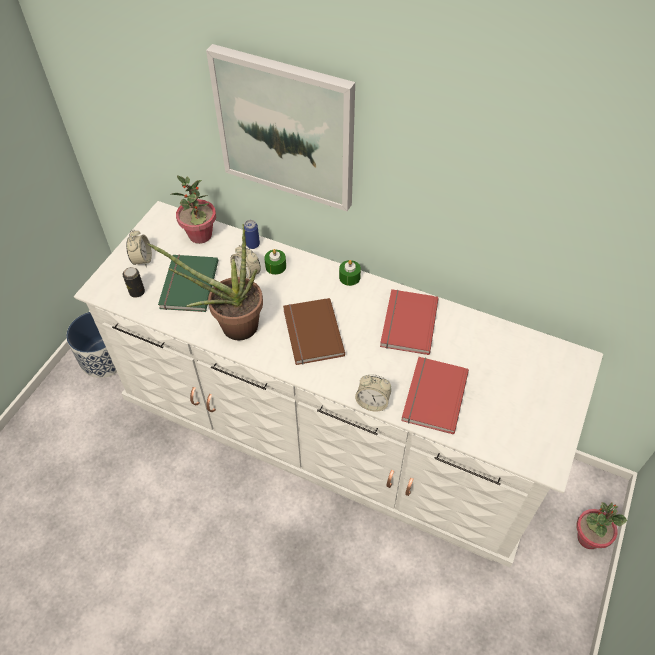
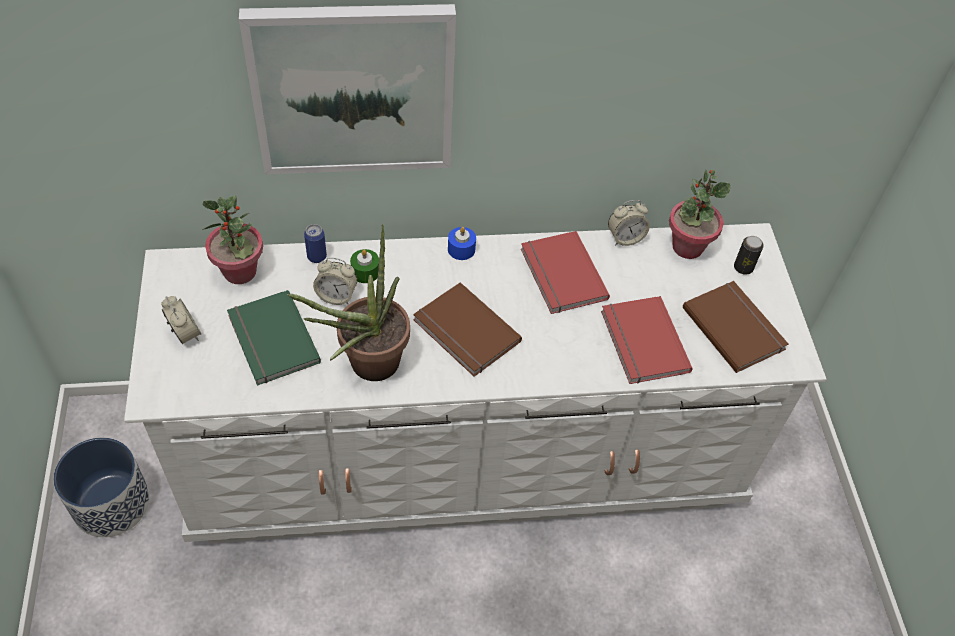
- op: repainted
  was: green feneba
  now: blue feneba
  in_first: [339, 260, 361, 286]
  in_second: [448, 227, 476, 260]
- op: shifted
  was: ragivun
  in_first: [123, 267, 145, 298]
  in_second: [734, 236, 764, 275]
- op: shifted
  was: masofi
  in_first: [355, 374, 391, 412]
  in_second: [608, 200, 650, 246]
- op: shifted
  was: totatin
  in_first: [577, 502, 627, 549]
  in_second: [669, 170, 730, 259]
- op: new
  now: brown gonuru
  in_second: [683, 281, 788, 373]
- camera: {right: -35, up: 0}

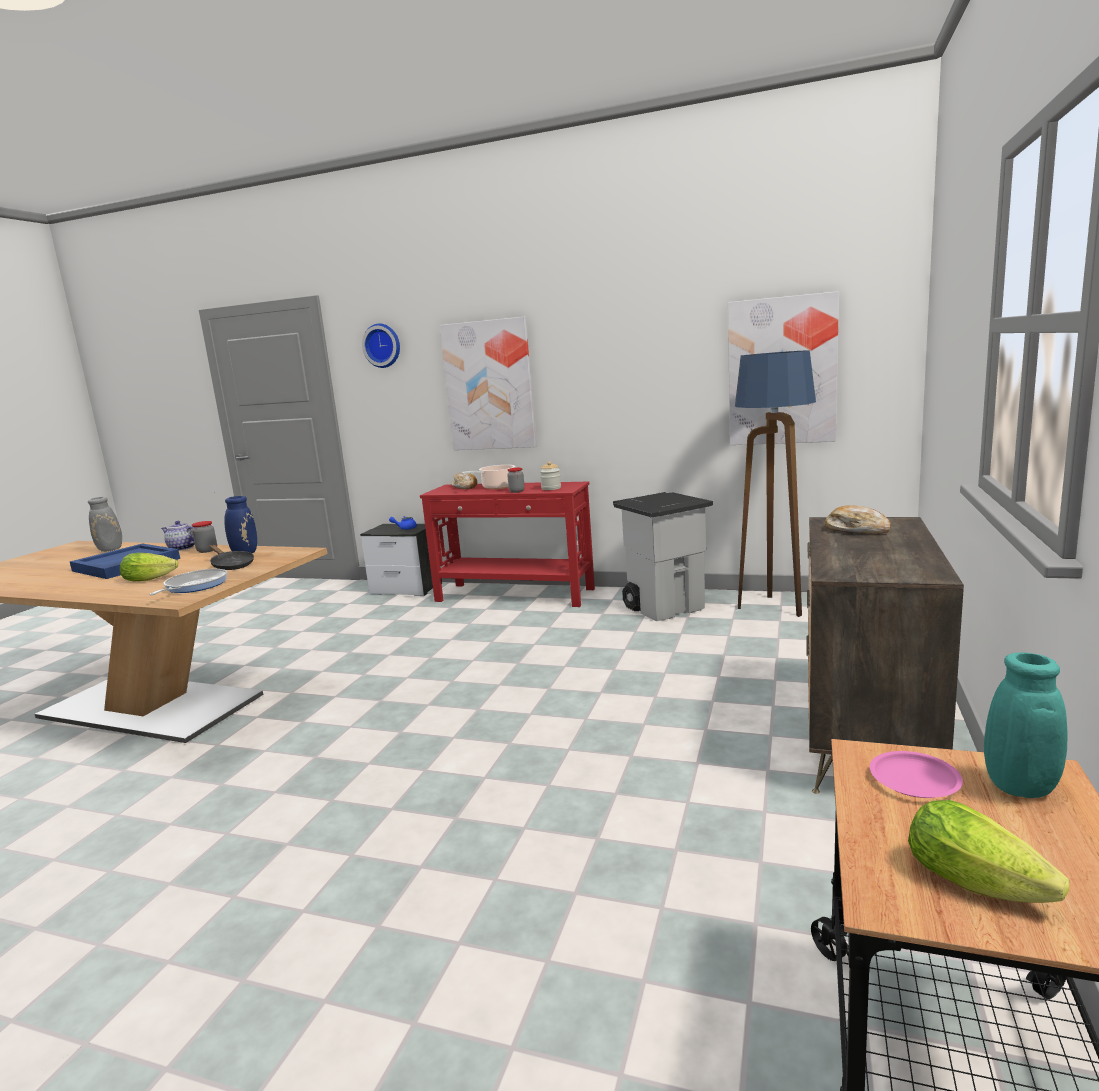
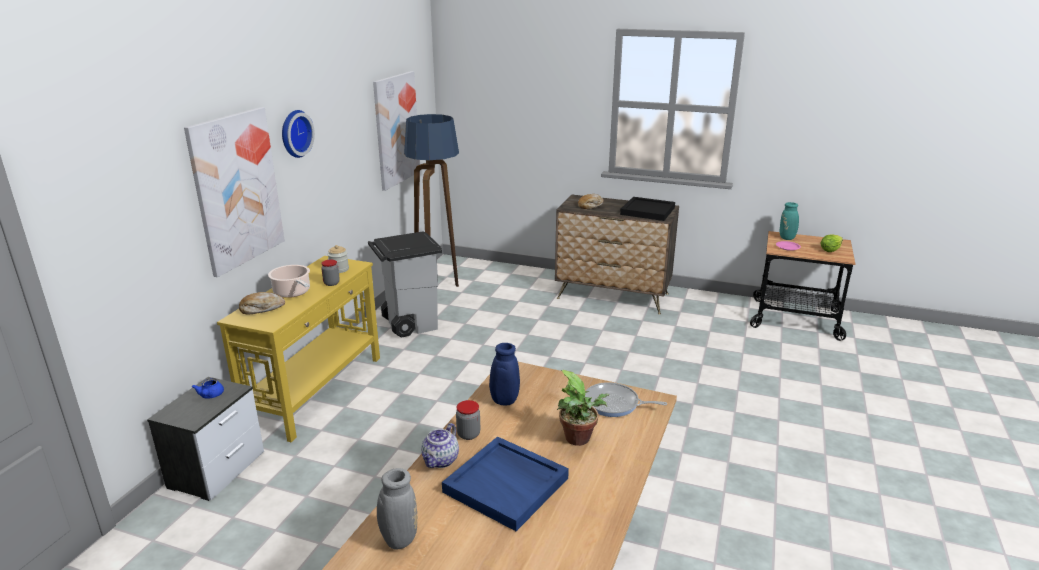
- op: shifted
  was: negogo
  in_first: [362, 324, 400, 368]
  in_second: [282, 110, 315, 158]
- op: repainted
  was: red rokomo
  now: yellow rokomo
  in_first: [420, 482, 595, 607]
  in_second: [217, 256, 380, 442]
- op: gone
  was: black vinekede
  in_first: [209, 544, 254, 570]
- op: swapped
  was: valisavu
  now: totatin
  in_first: [120, 553, 178, 581]
  in_second: [557, 370, 609, 446]
- op: new
  now: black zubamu
  in_second: [620, 197, 675, 221]
- camera: {right: -90, up: 10}

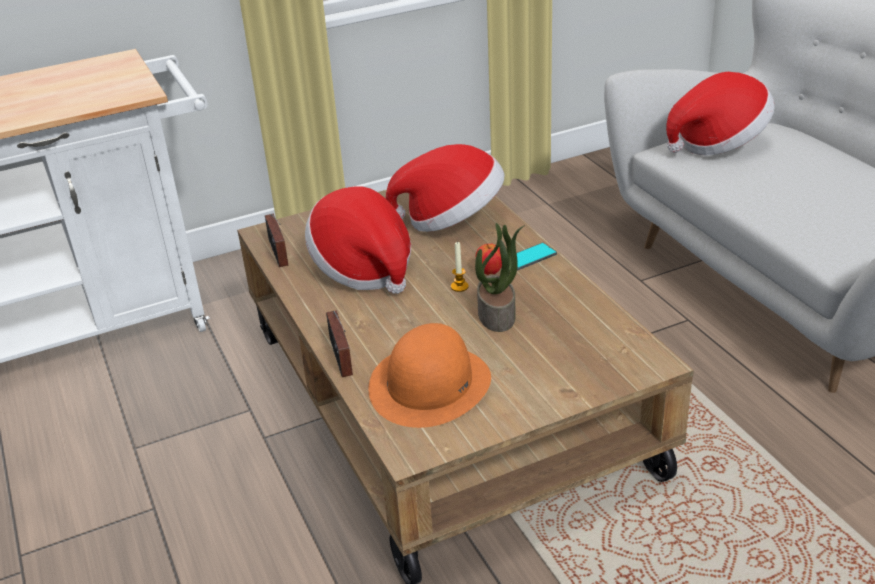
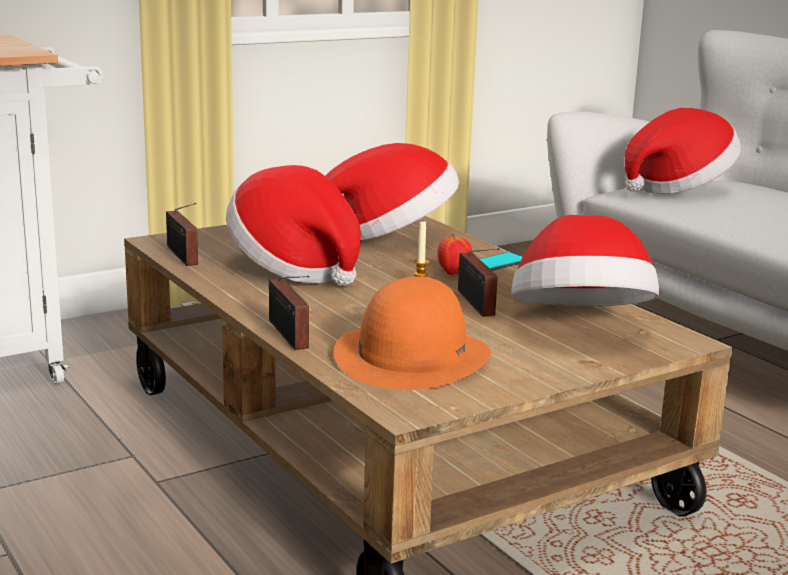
- op: swapped
  was: totatin
  now: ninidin
  in_first: [475, 223, 525, 332]
  in_second: [458, 248, 500, 317]
- op: new
  now: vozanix
  in_second: [511, 215, 659, 306]
- camera: {right: -10, up: -15}

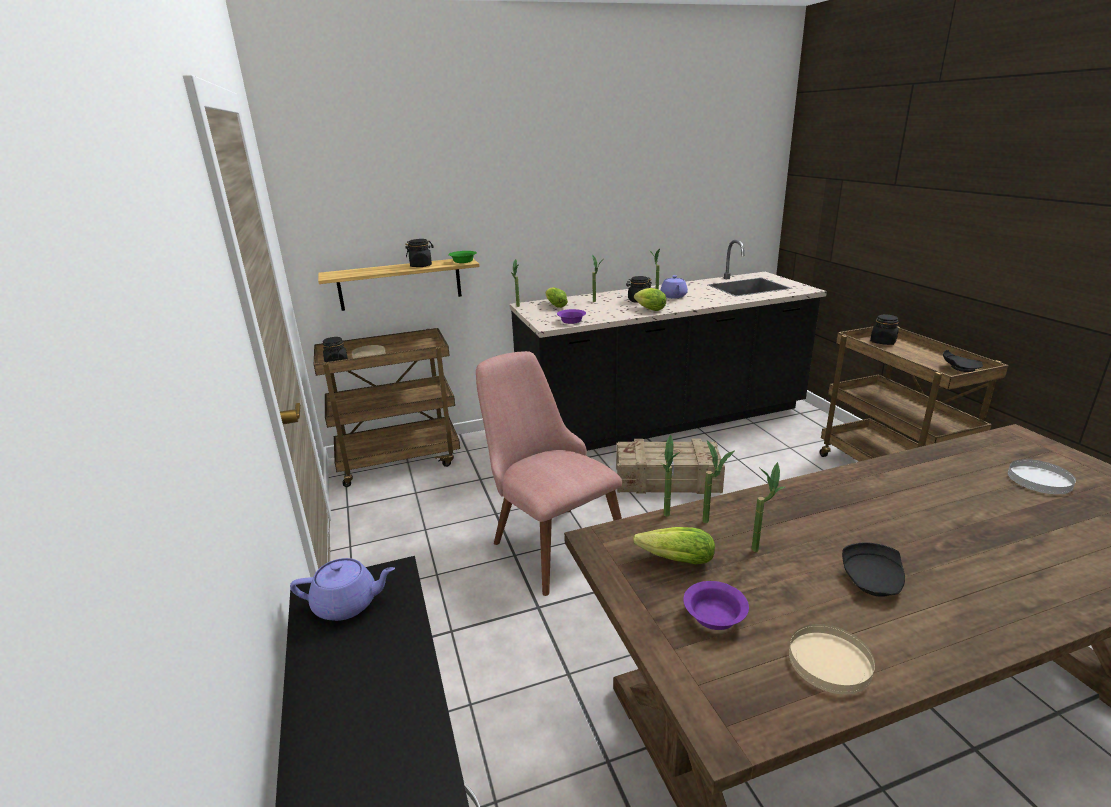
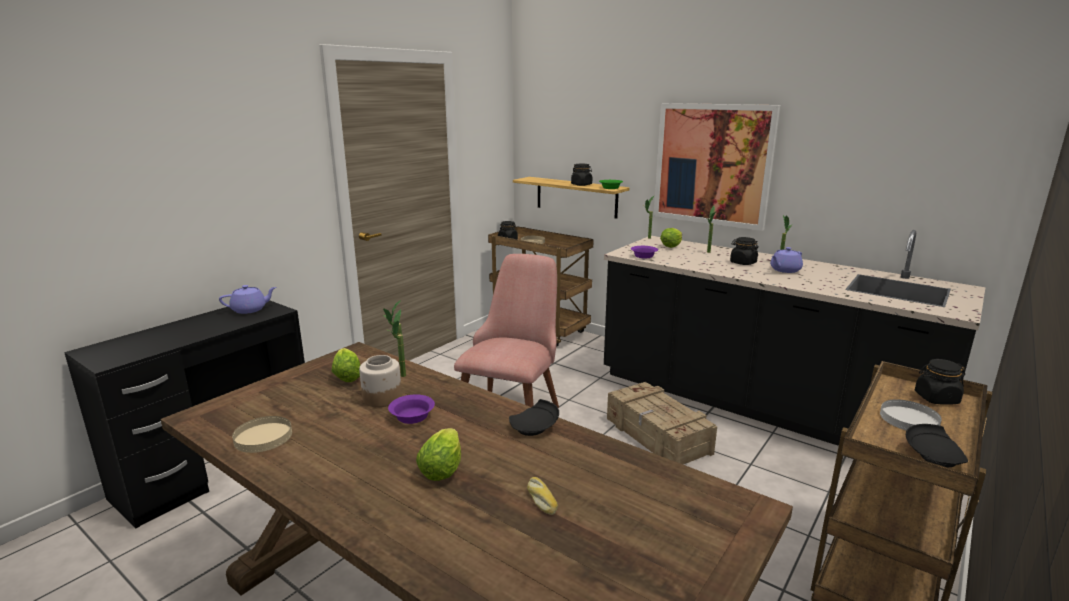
- op: shifted
  was: valisavu
  in_first: [634, 288, 666, 311]
  in_second: [416, 428, 461, 481]
- op: shifted
  was: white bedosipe
  in_first: [1008, 459, 1076, 494]
  in_second: [880, 399, 942, 431]
- op: swapped
  was: totatin
  now: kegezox
  in_first: [752, 462, 785, 552]
  in_second: [359, 355, 402, 407]
- op: shifted
  was: black bedosipe
  in_first: [842, 543, 905, 597]
  in_second: [509, 399, 559, 436]
- op: rotated
  was: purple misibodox
  in_first: [290, 558, 395, 621]
  in_second: [219, 285, 276, 314]
  clockwise: -75
- op: shifted
  was: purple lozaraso
  in_first: [683, 581, 749, 630]
  in_second: [388, 395, 435, 424]
- op: new
  now: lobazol
  in_second: [654, 103, 780, 231]
- op: new
  now: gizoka
  in_second: [527, 477, 558, 515]
- camera: {right: 55, up: -5}

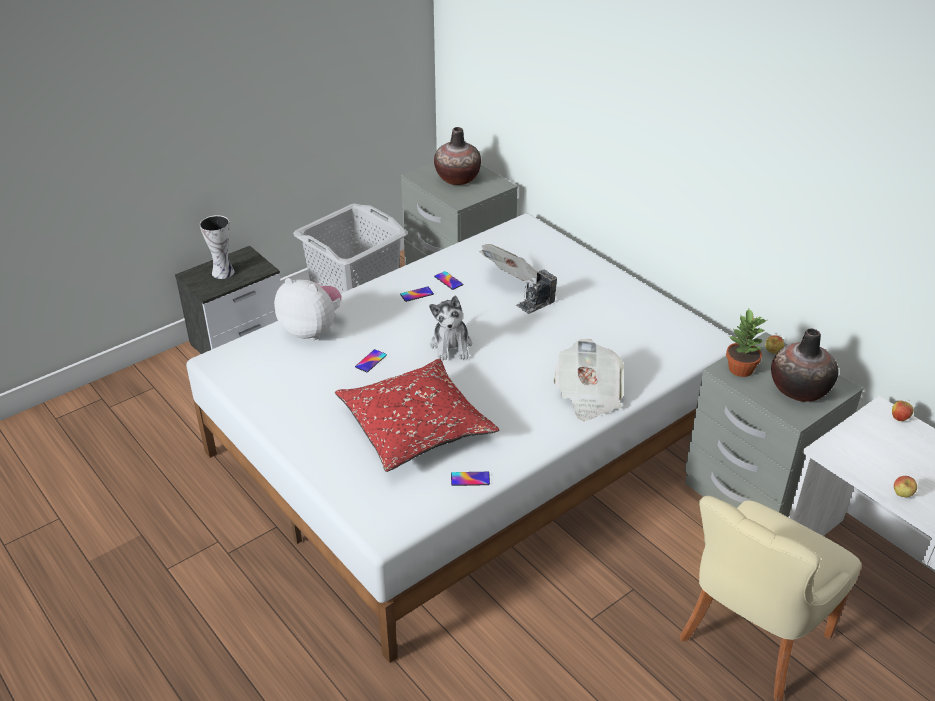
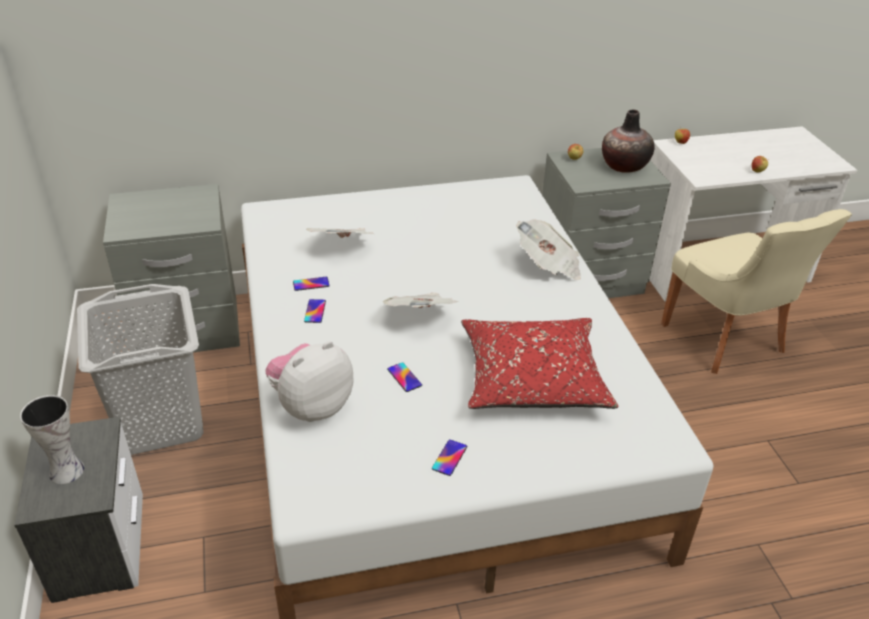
- op: gone
  was: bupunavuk
  in_first: [434, 127, 481, 185]
- op: gone
  was: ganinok
  in_first: [515, 270, 557, 314]
- op: swapped
  was: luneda
  now: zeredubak
  in_first: [429, 296, 472, 361]
  in_second: [382, 293, 458, 308]
- op: gone
  was: totatin
  in_first: [726, 308, 767, 377]
- op: shifted
  was: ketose
  in_first: [451, 472, 490, 486]
  in_second: [432, 440, 467, 476]
- camera: {right: -65, up: 0}

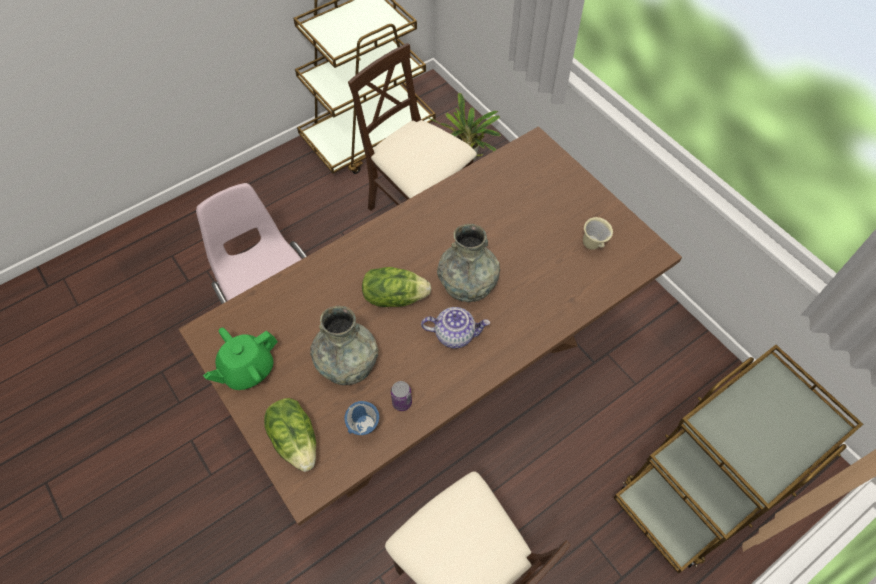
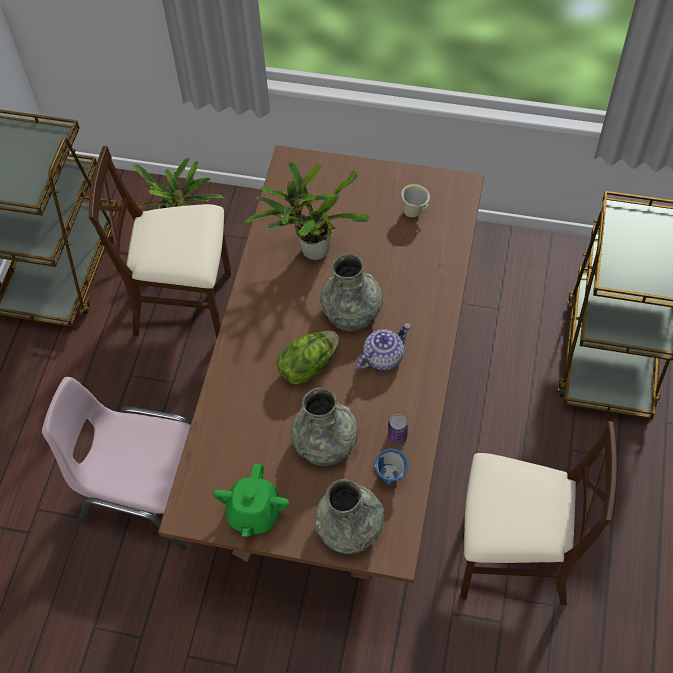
- op: swapped
  was: valisavu
  now: grey bupunavuk
  in_first: [264, 398, 316, 472]
  in_second: [314, 479, 384, 554]
- op: new
  now: totatin
  in_second: [244, 161, 370, 260]
- camera: {right: -40, up: 0}

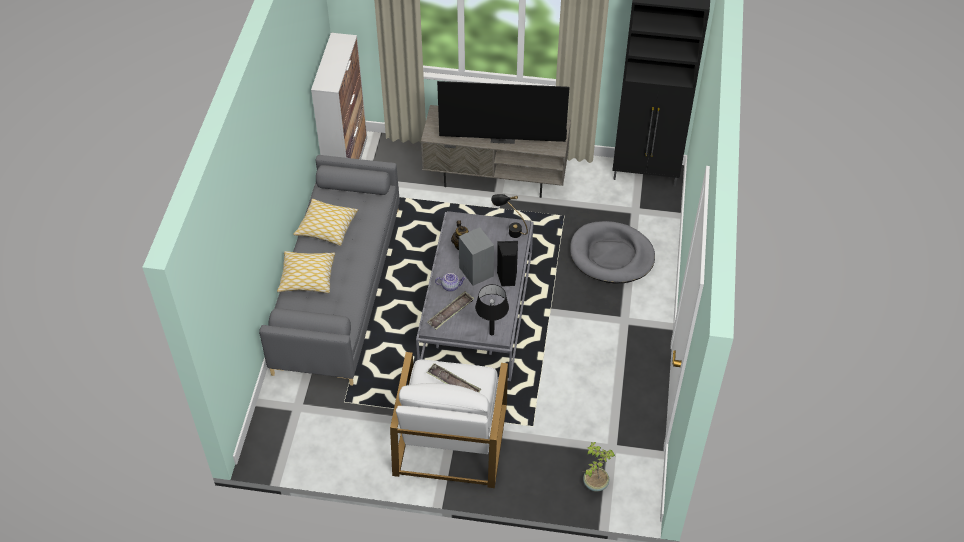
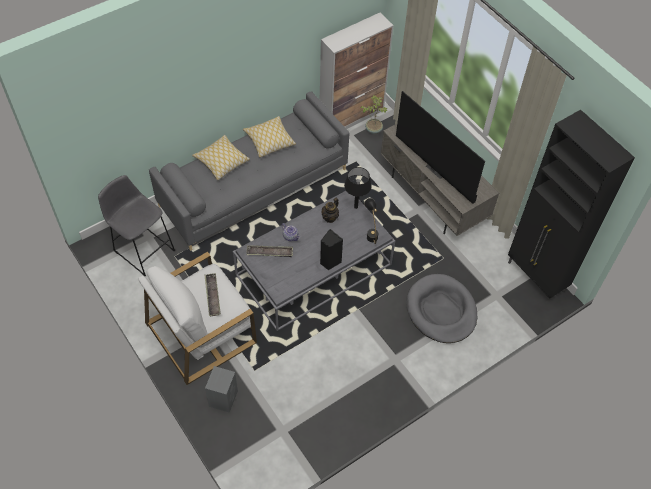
- op: shifted
  was: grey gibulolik
  in_first: [459, 227, 494, 286]
  in_second: [205, 366, 238, 413]
- op: shifted
  was: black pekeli
  in_first: [475, 284, 509, 335]
  in_second: [344, 167, 371, 209]
- op: shifted
  was: totatin
  in_first: [583, 442, 615, 492]
  in_second: [361, 95, 388, 134]
- op: new
  now: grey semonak
  in_second: [98, 175, 175, 276]
- camera: {right: 45, up: 5}

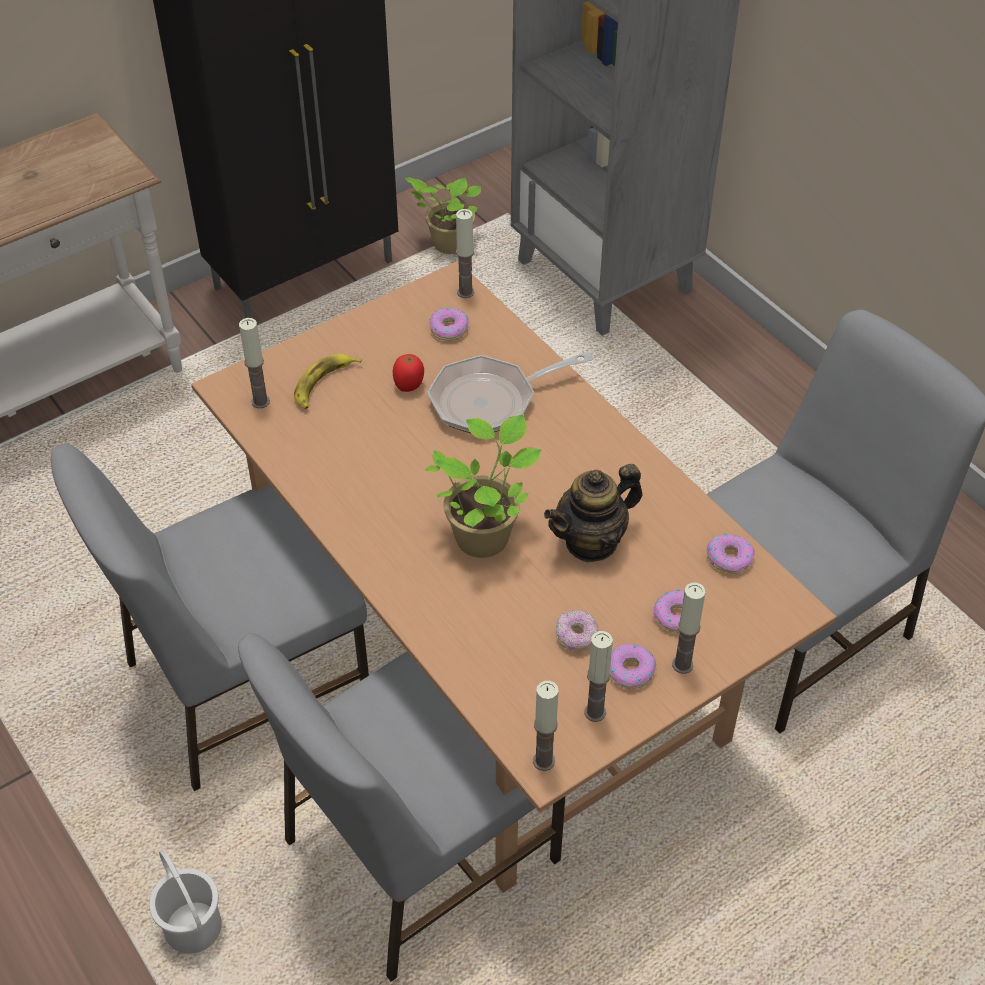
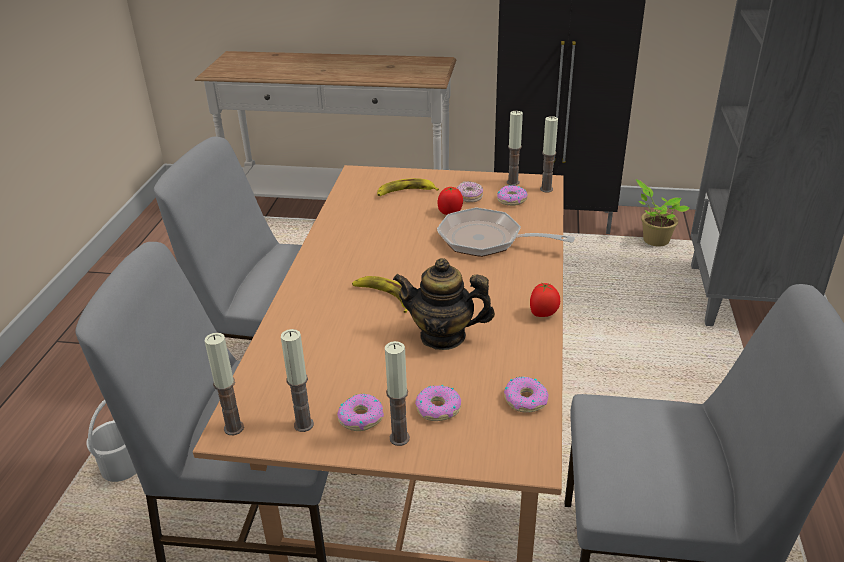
- op: shifted
  was: feneba
  in_first: [239, 318, 270, 409]
  in_second: [507, 110, 523, 186]
- op: swapped
  was: totatin
  now: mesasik
  in_first: [425, 414, 542, 558]
  in_second: [352, 276, 407, 313]
- op: shifted
  was: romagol
  in_first: [556, 611, 598, 651]
  in_second: [457, 181, 483, 203]
- op: new
  now: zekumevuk
  in_second: [530, 283, 560, 317]
- camera: {right: 45, up: -15}

